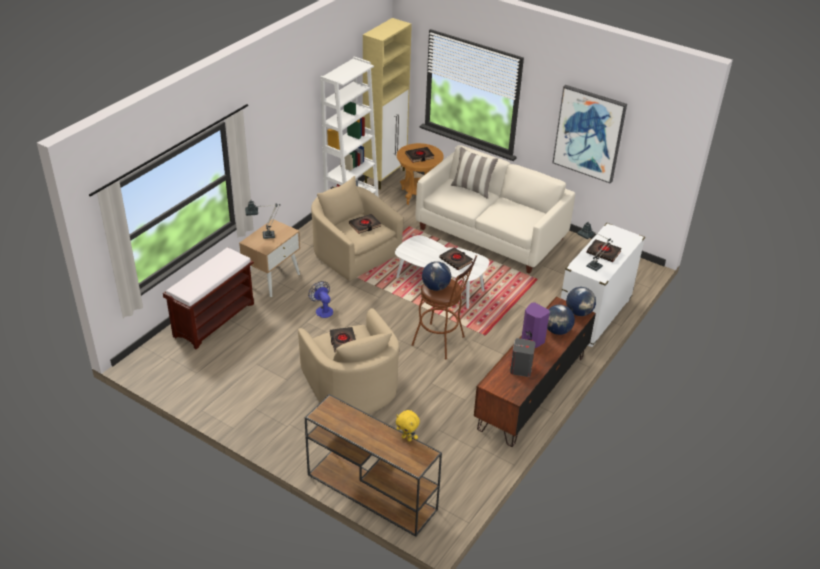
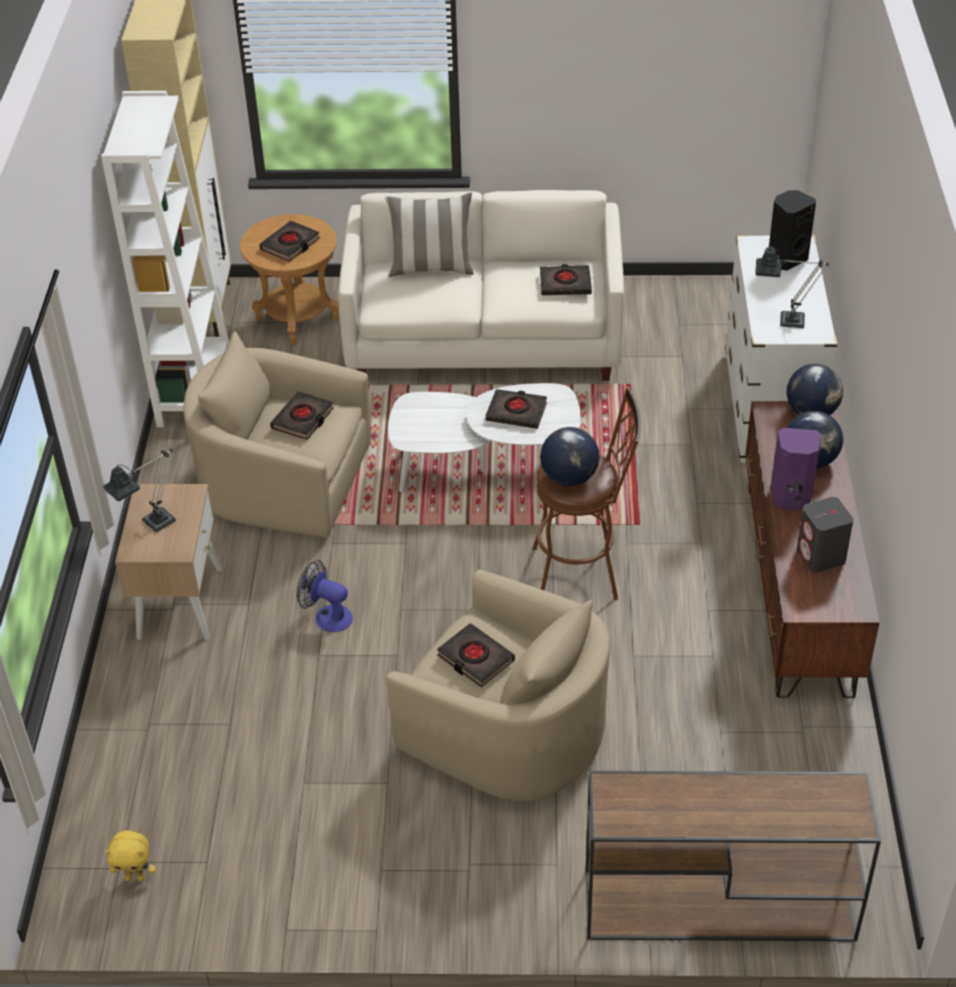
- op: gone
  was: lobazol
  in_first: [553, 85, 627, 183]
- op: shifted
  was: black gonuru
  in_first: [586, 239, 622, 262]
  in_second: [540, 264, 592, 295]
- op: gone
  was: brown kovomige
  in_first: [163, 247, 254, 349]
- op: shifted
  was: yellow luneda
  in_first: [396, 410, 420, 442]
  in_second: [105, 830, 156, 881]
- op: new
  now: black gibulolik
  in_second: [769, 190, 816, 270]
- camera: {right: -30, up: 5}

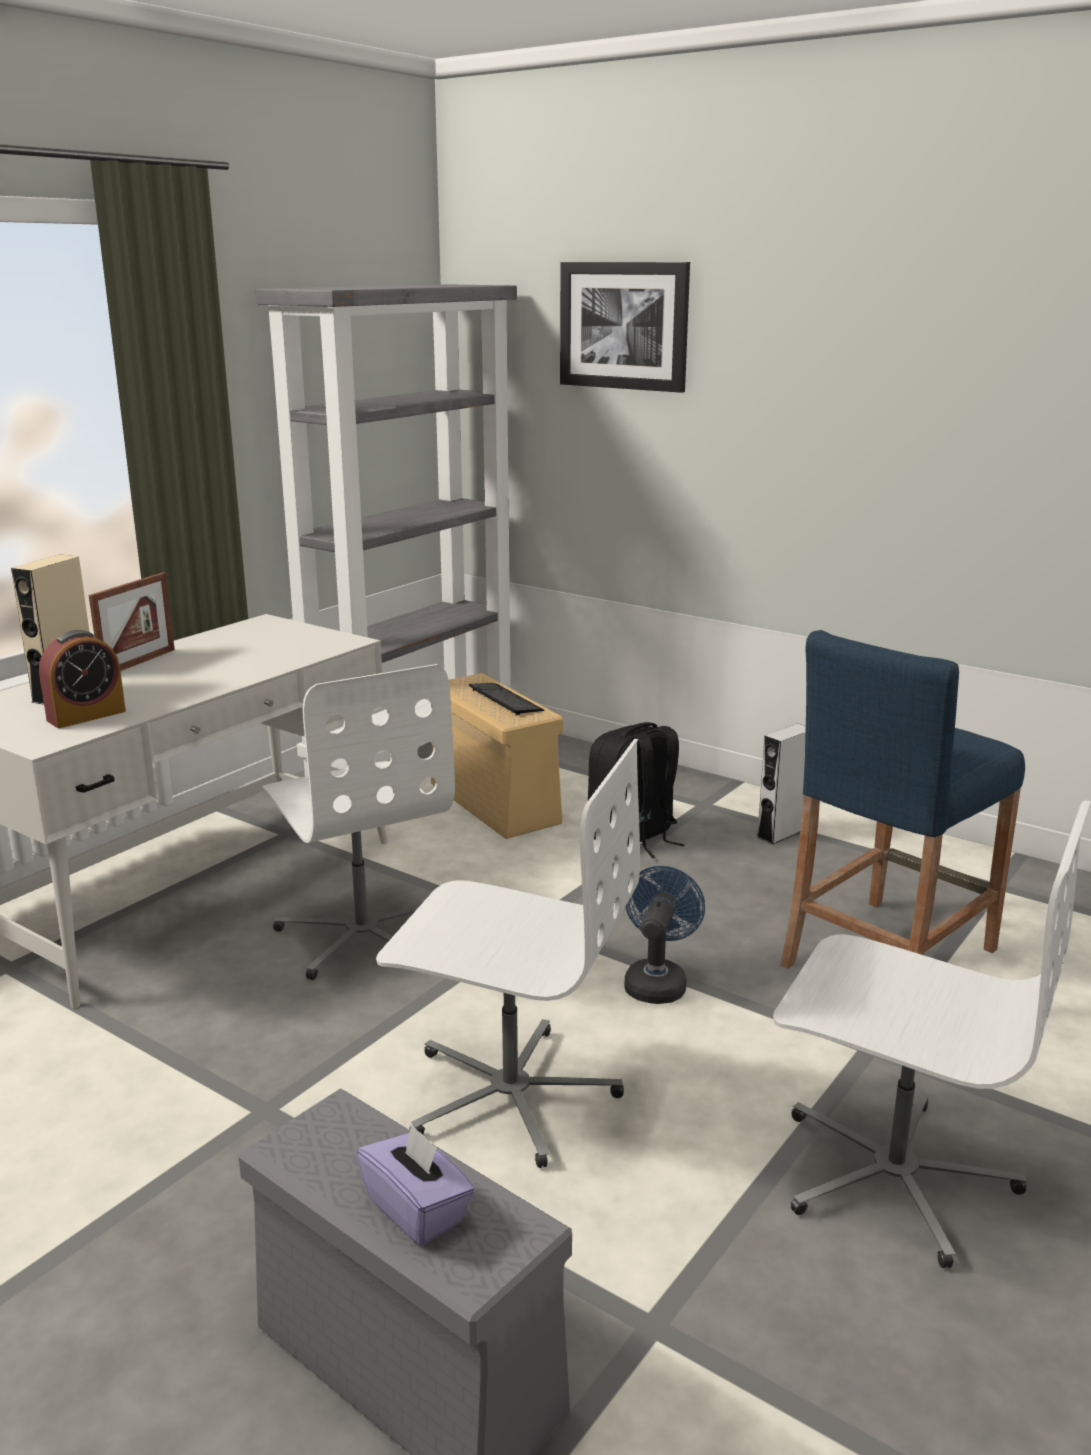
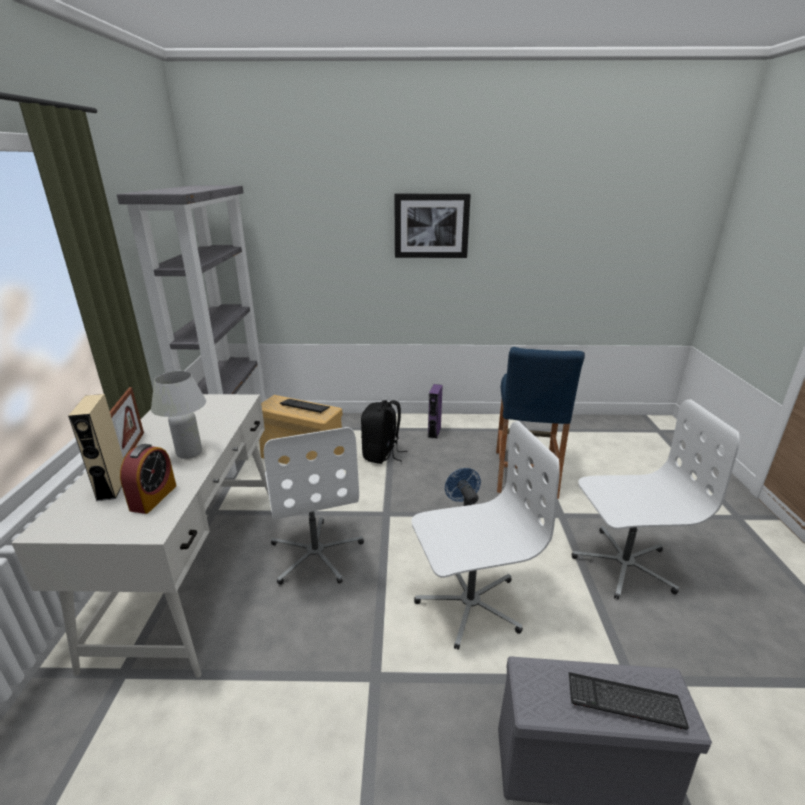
- op: shifted
  was: lobazol
  in_first: [560, 262, 690, 393]
  in_second: [394, 194, 471, 258]
- op: rotated
  was: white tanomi
  in_first: [263, 664, 455, 980]
  in_second: [264, 427, 364, 585]
  clockwise: 45
- op: repainted
  was: grey gibulolik
  now: purple gibulolik
  in_first: [756, 724, 806, 845]
  in_second: [427, 384, 443, 439]
- op: swapped
  was: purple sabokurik
  now: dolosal
  in_first: [357, 1124, 475, 1246]
  in_second: [568, 672, 689, 729]
- op: new
  now: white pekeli
  in_second: [151, 371, 206, 459]
- camera: {right: -35, up: 5}

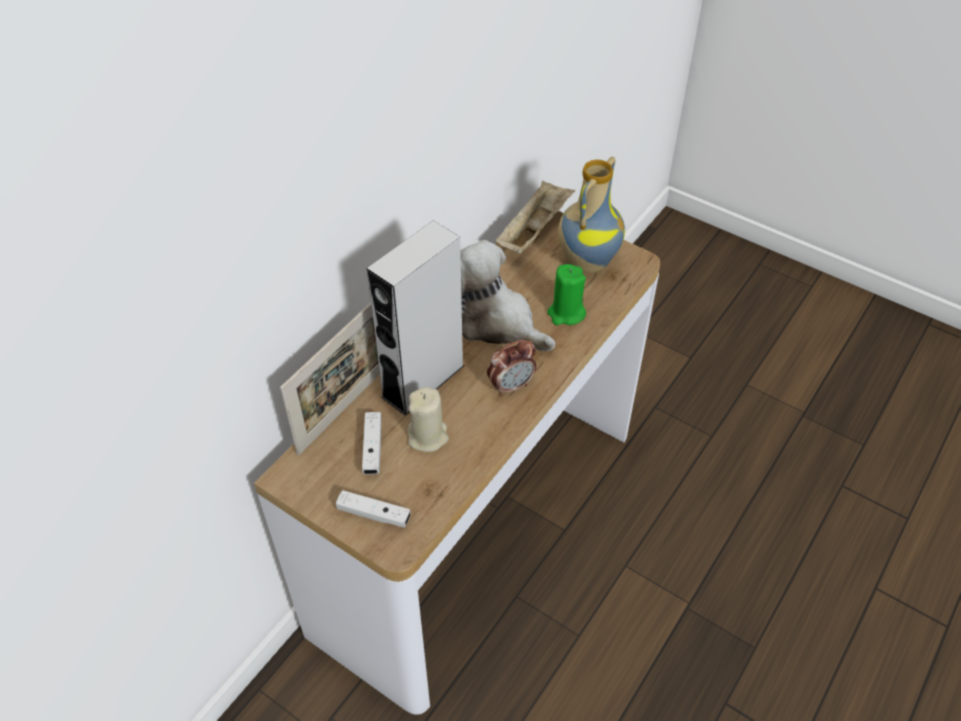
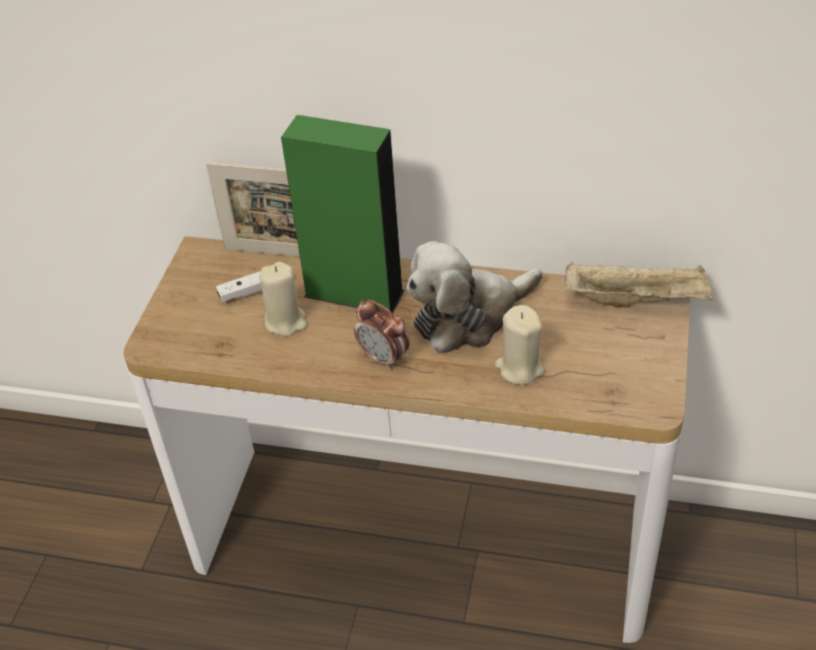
- op: gone
  was: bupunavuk
  in_first: [558, 157, 625, 273]
- op: repainted
  was: grey gibulolik
  now: green gibulolik
  in_first: [367, 221, 464, 416]
  in_second: [281, 115, 404, 314]
- op: rotated
  was: luneda
  in_first: [460, 240, 555, 351]
  in_second: [406, 241, 542, 353]
  clockwise: -135
- op: repainted
  was: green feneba
  now: beige feneba
  in_first: [547, 264, 586, 325]
  in_second: [495, 305, 544, 385]
- op: gone
  was: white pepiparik
  in_first: [336, 490, 411, 528]
- camera: {right: 70, up: -5}

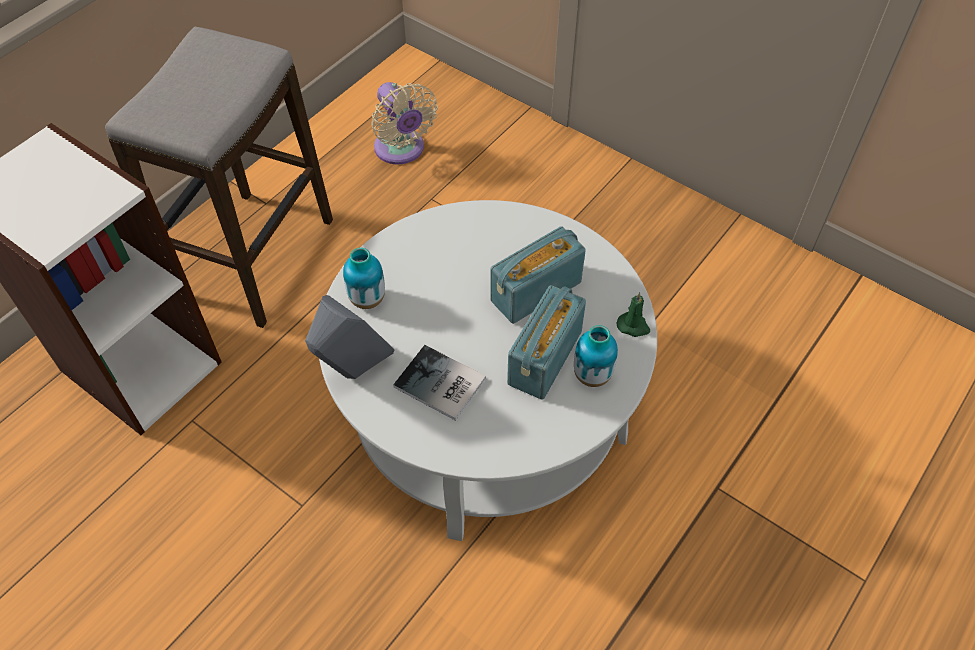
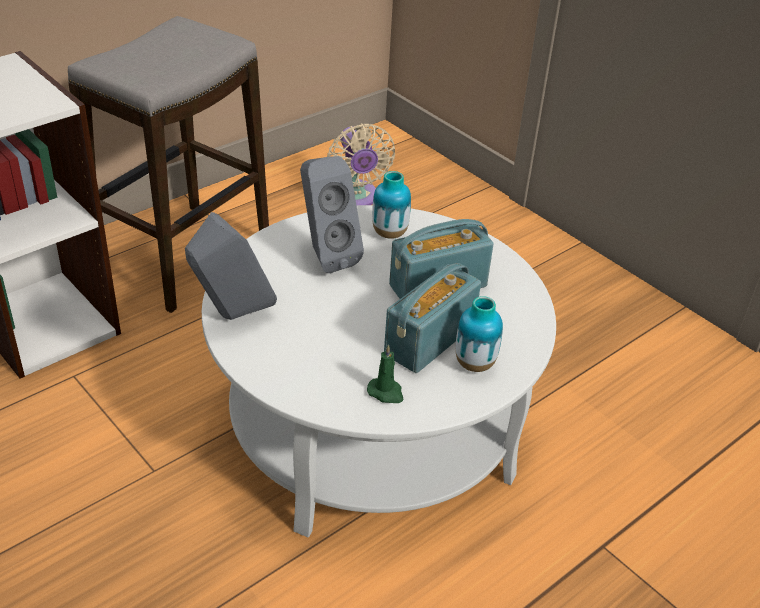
- op: shifted
  was: bupunavuk
  in_first: [343, 248, 385, 309]
  in_second: [372, 171, 411, 239]
- op: shifted
  was: green feneba
  in_first: [617, 292, 650, 337]
  in_second: [367, 344, 403, 403]
- op: gone
  was: gonuru
  in_first: [393, 345, 486, 421]
- op: new
  now: grey gibulolik
  in_second: [300, 156, 364, 273]
- camera: {right: 10, up: -15}

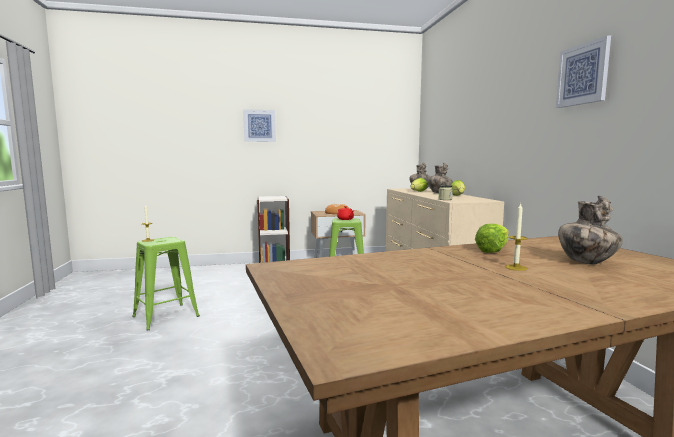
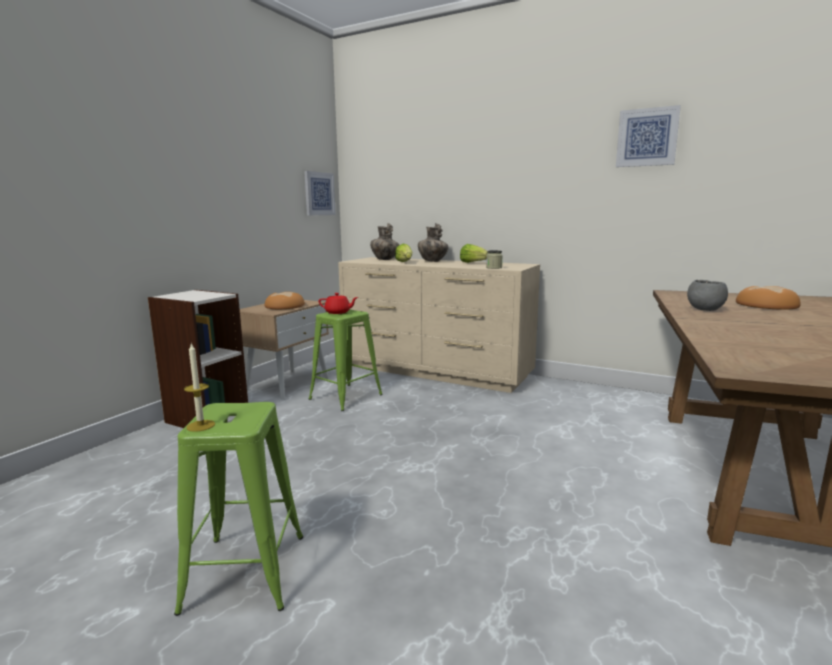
- op: shifted
  was: lobazol
  in_first: [243, 109, 276, 142]
  in_second: [304, 171, 336, 215]
- op: swapped
  was: bupunavuk
  now: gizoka
  in_first: [558, 196, 623, 265]
  in_second: [736, 286, 801, 310]
- op: gone
  was: feneba
  in_first: [505, 203, 528, 271]
- op: swapped
  was: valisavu
  now: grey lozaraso
  in_first: [475, 224, 509, 253]
  in_second: [687, 280, 728, 311]
- camera: {right: -50, up: 5}

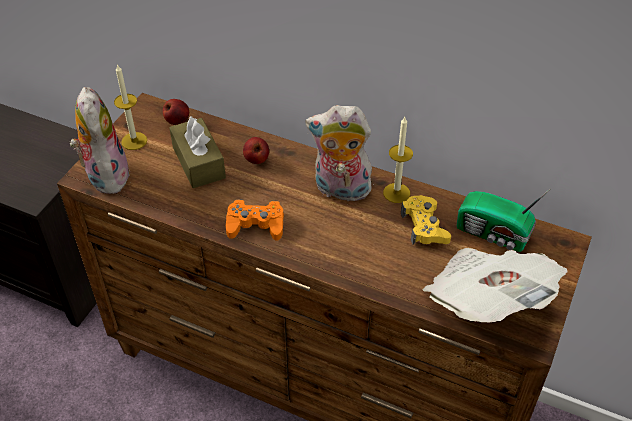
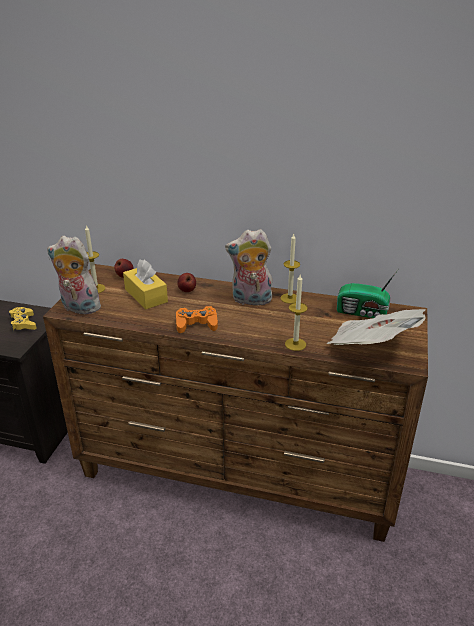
- op: rotated
  was: luneda
  in_first: [70, 87, 132, 194]
  in_second: [47, 236, 104, 314]
  clockwise: -45
- op: repainted
  was: brown sabokurik
  now: yellow sabokurik
  in_first: [169, 116, 226, 188]
  in_second: [123, 260, 168, 309]
- op: shifted
  was: yellow pepiparik
  in_first: [401, 195, 451, 245]
  in_second: [9, 307, 37, 332]
- op: new
  now: feneba
  in_second: [285, 275, 308, 351]
- camera: {right: -10, up: -15}

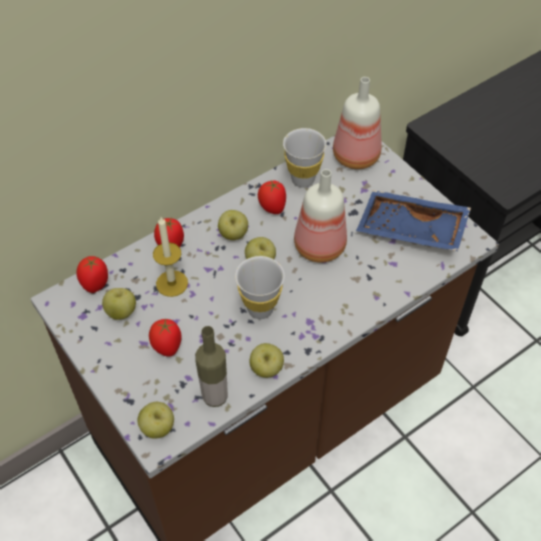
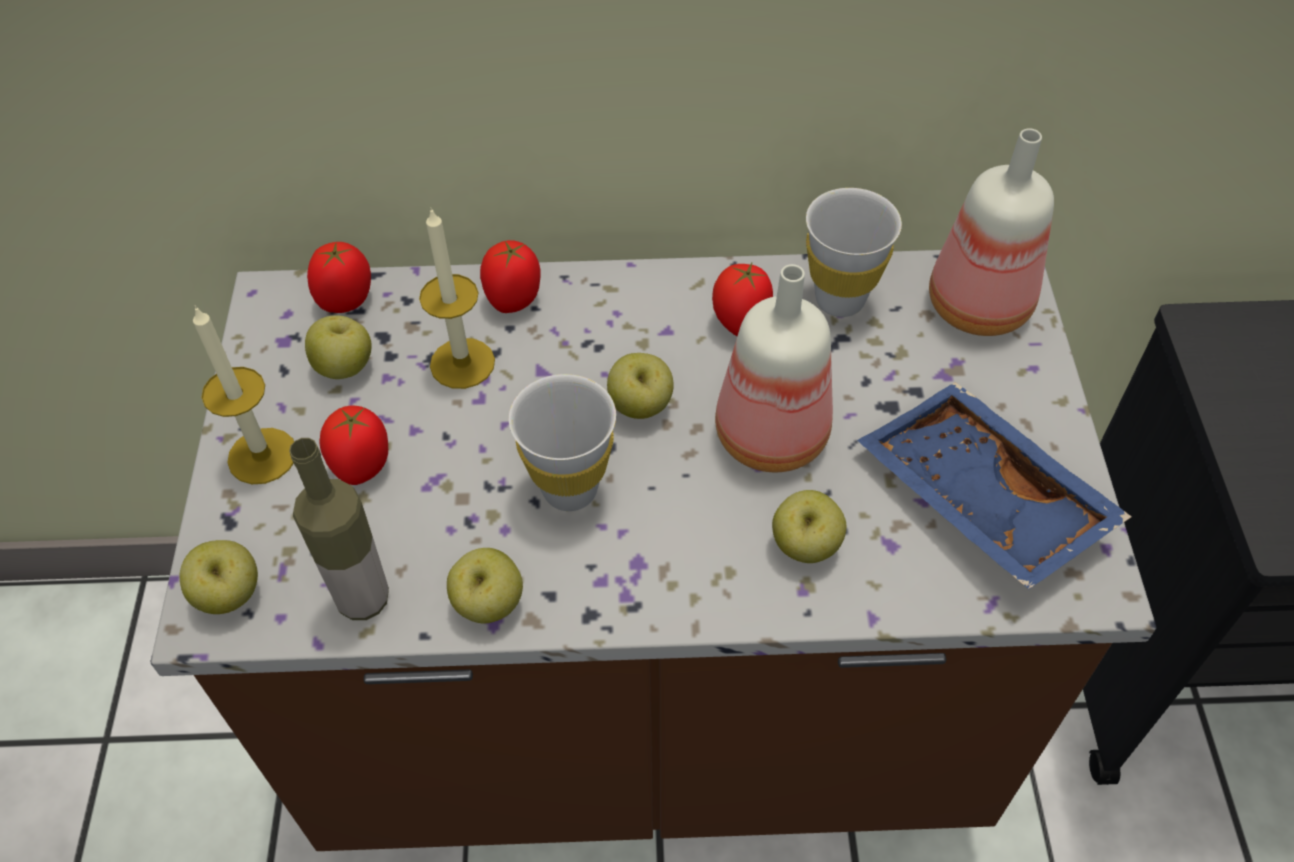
- op: shifted
  was: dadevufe
  in_first: [218, 210, 248, 240]
  in_second: [772, 490, 846, 563]
- op: new
  now: feneba
  in_second: [193, 305, 294, 484]
- camera: {right: 35, up: 0}

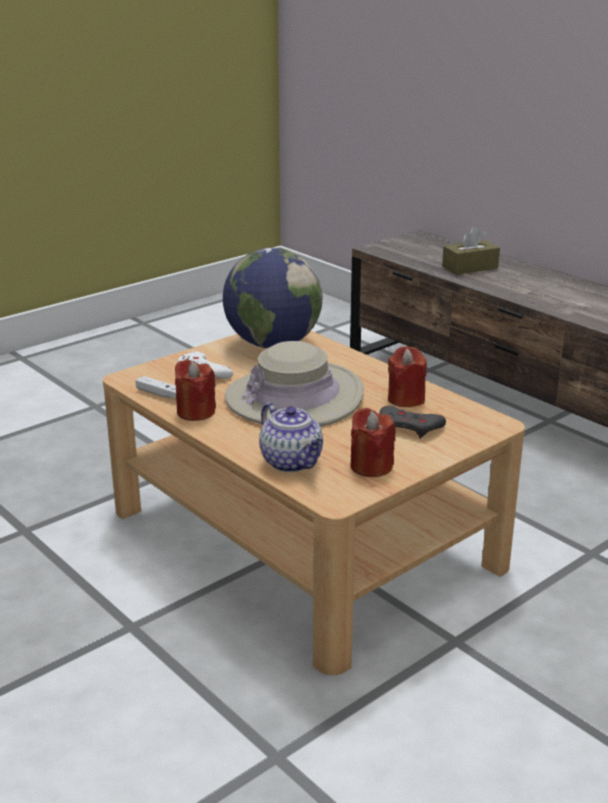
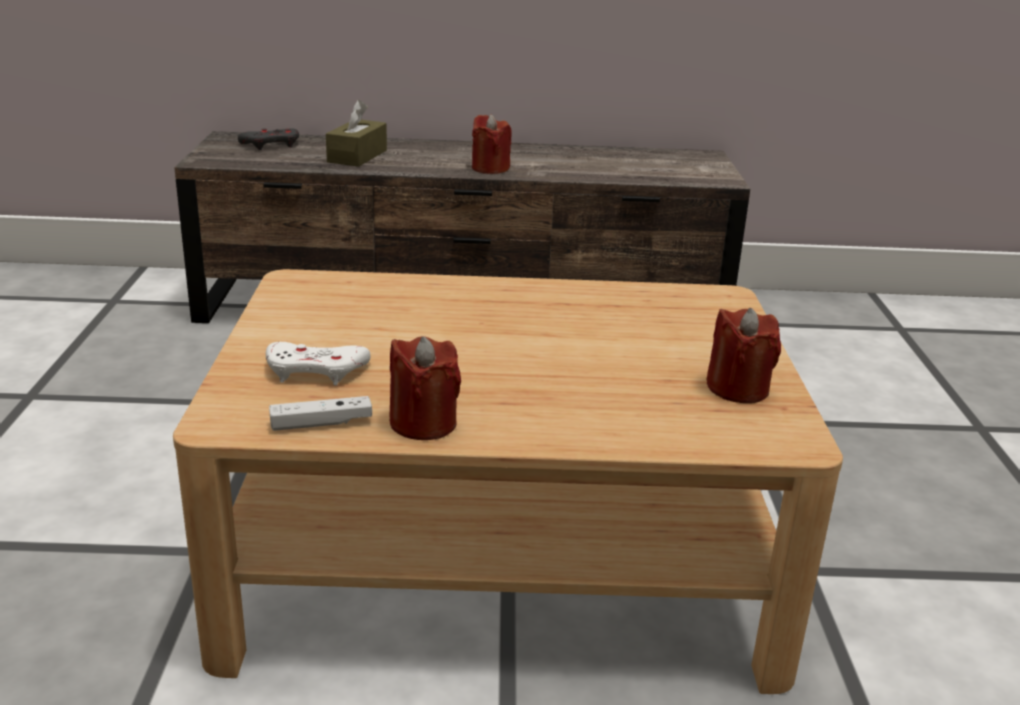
- op: gone
  was: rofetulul
  in_first: [223, 248, 322, 348]
- op: gone
  was: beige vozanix
  in_first: [225, 341, 364, 427]
- op: shifted
  was: red feneba
  in_first: [388, 346, 427, 407]
  in_second: [472, 114, 511, 174]
- op: gone
  was: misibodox
  in_first: [259, 402, 323, 472]
- op: shifted
  was: grey pepiparik
  in_first: [379, 406, 446, 439]
  in_second: [238, 128, 299, 150]
- camera: {right: -50, up: 0}

